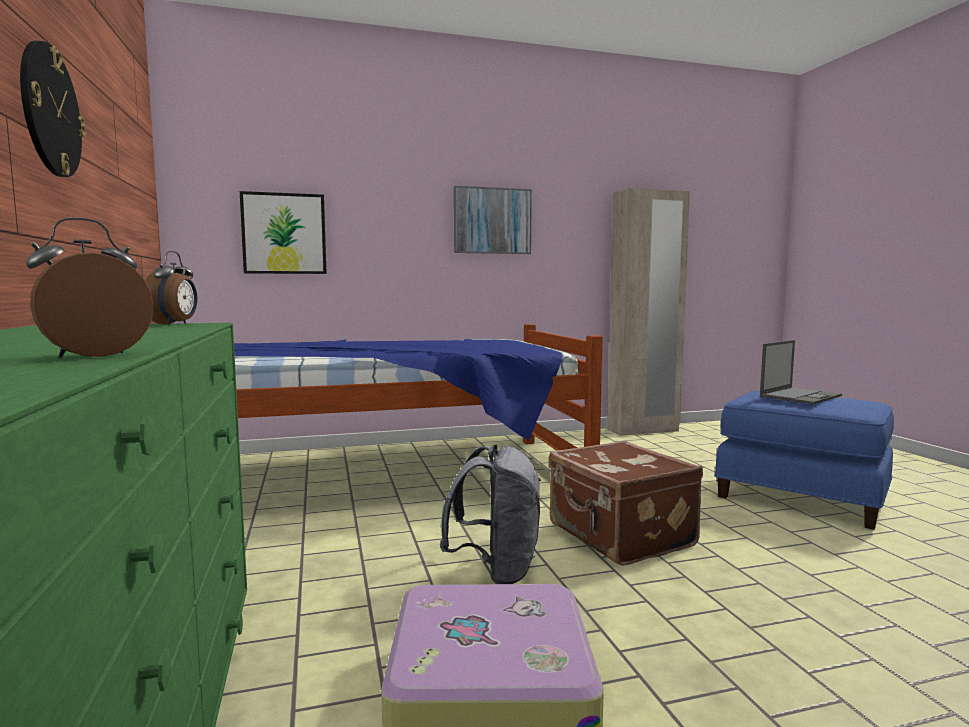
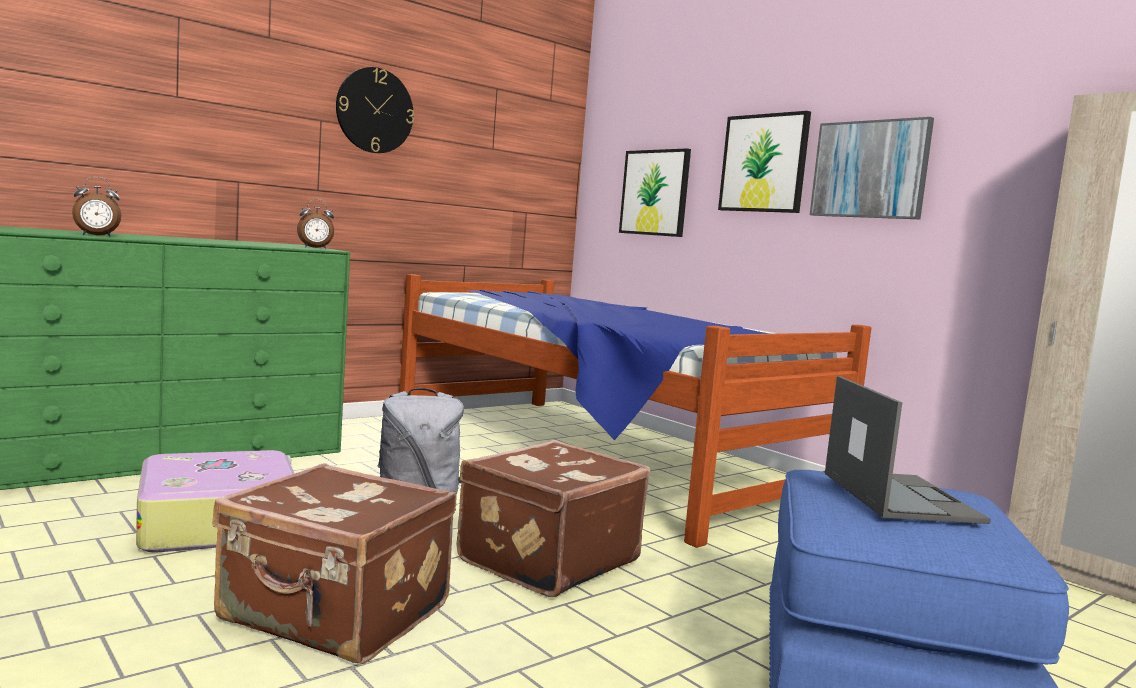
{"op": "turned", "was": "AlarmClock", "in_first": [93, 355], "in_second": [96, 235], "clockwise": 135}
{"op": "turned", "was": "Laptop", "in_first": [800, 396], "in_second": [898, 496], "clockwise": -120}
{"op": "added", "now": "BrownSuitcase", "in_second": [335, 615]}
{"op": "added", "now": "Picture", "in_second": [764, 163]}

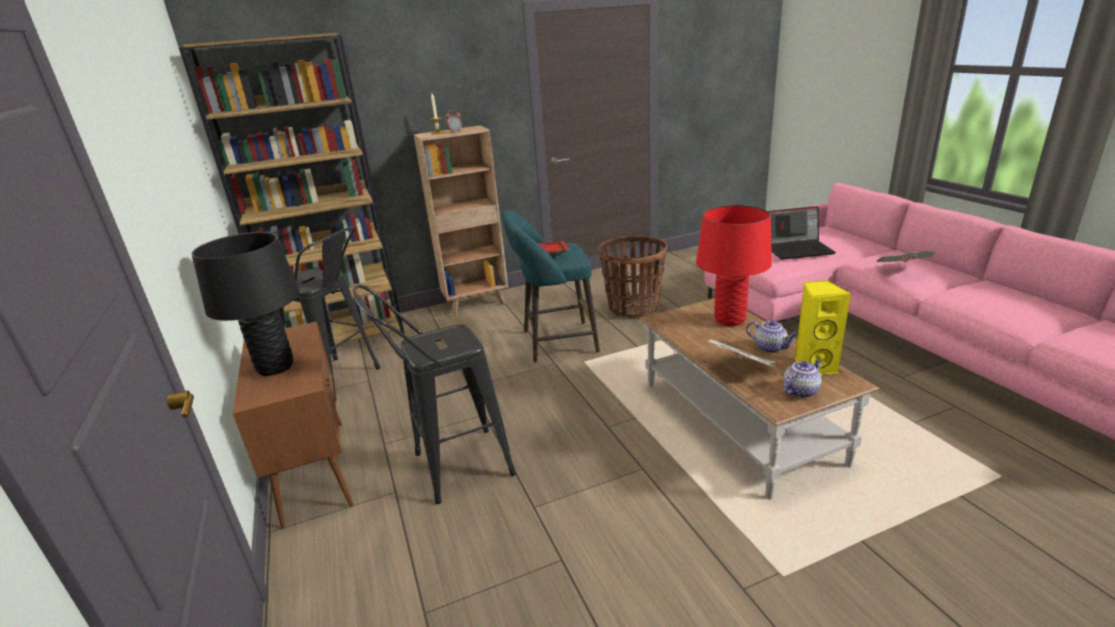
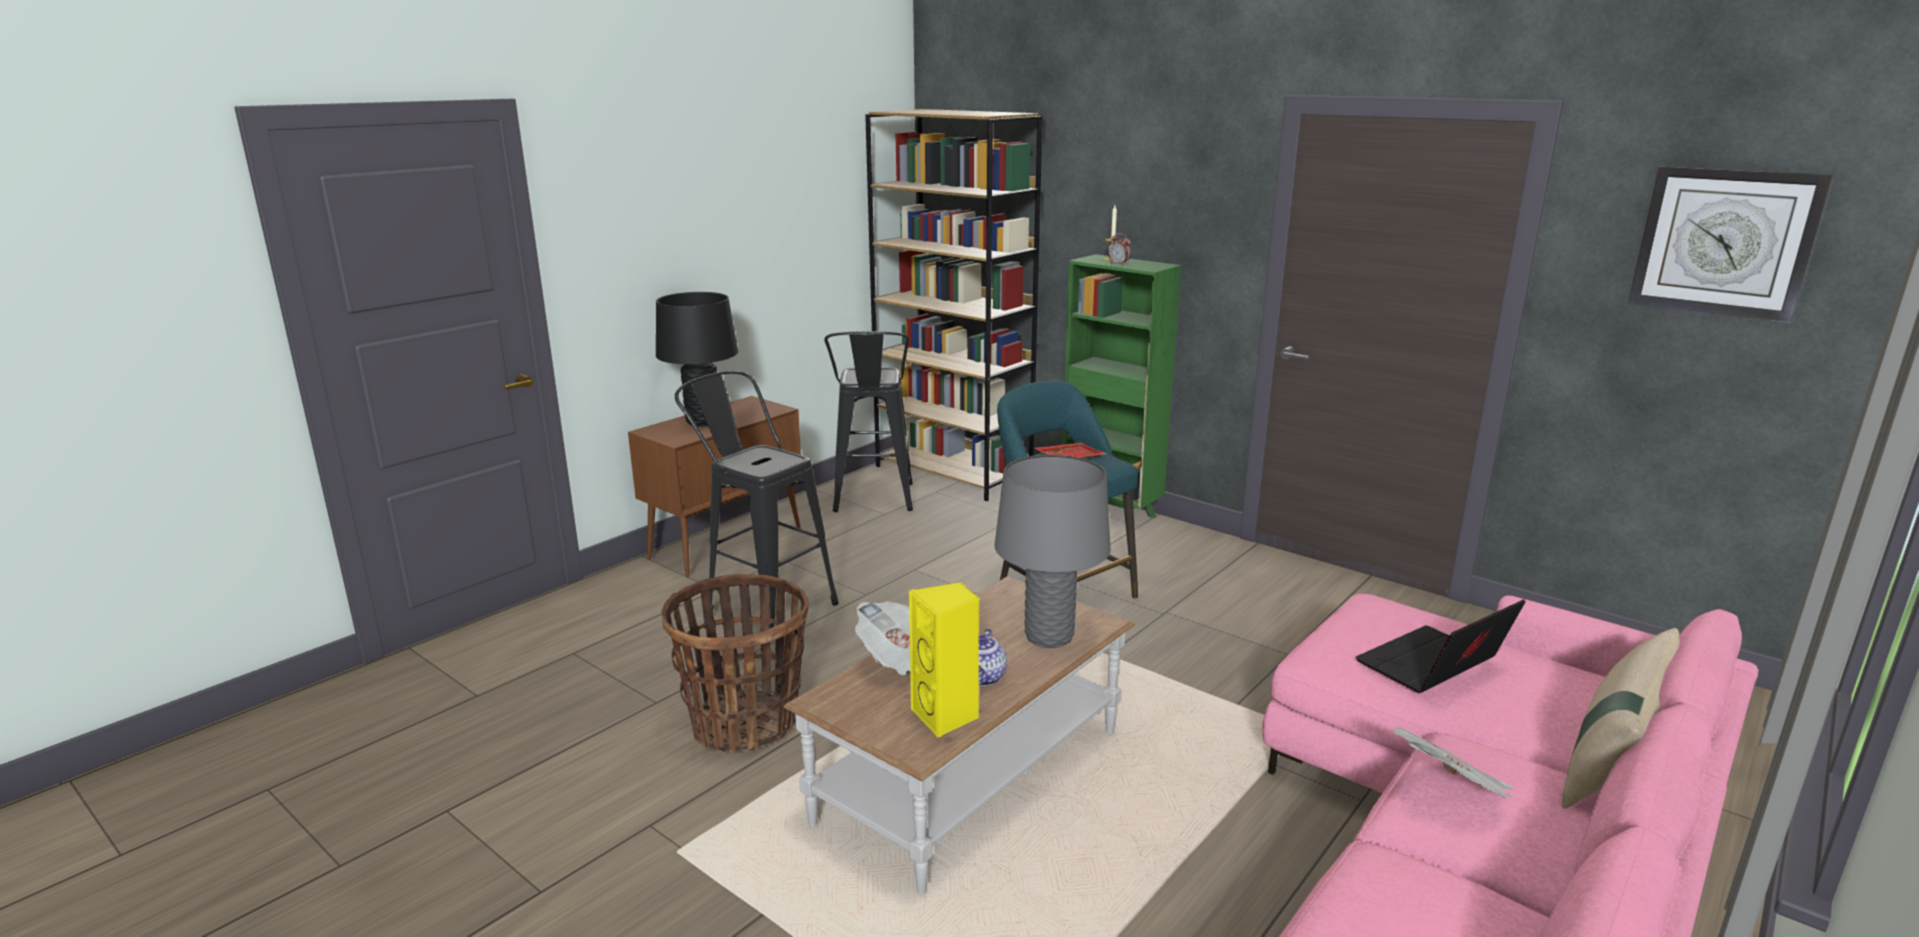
{"op": "recoloured", "was": "BrownBookcase", "now": "GreenBookcase", "in_first": [477, 304], "in_second": [1110, 514]}
{"op": "moved", "was": "Basket", "in_first": [633, 308], "in_second": [745, 724]}
{"op": "recoloured", "was": "RedTableLamp", "now": "GreyTableLamp", "in_first": [729, 320], "in_second": [1048, 637]}
{"op": "turned", "was": "Laptop", "in_first": [798, 249], "in_second": [1432, 666], "clockwise": 90}
{"op": "removed", "was": "Teapot", "in_first": [800, 390]}
{"op": "added", "now": "BeigePillow", "in_second": [1610, 761]}
{"op": "added", "now": "WallClock", "in_second": [1724, 242]}

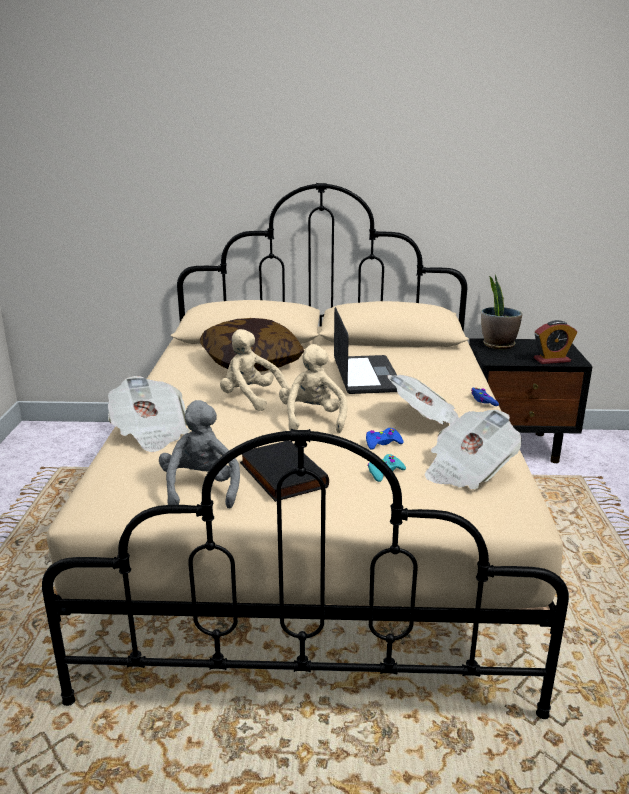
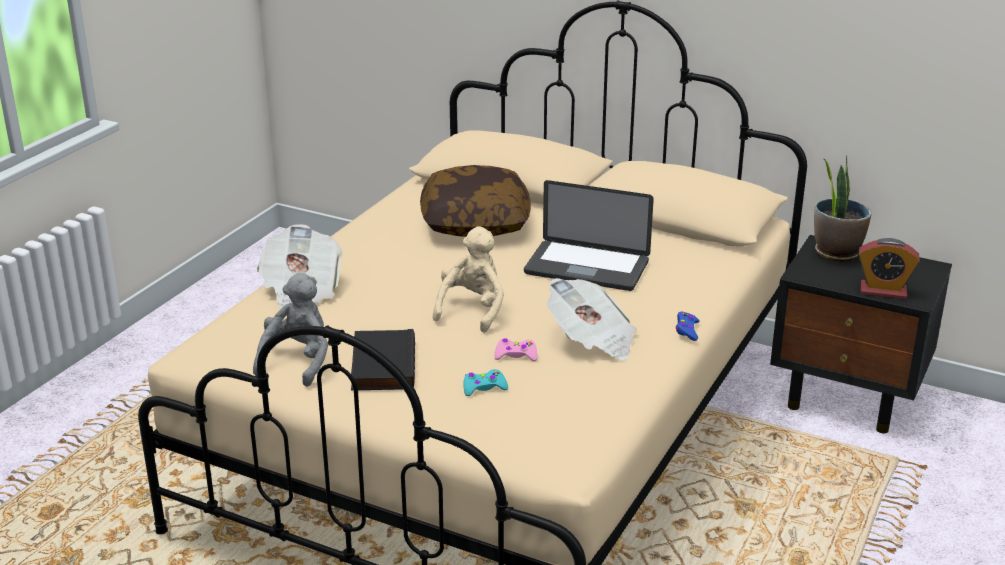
{"op": "removed", "was": "BeigePlushToy", "in_first": [251, 398]}
{"op": "turned", "was": "Laptop", "in_first": [366, 376], "in_second": [586, 268], "clockwise": 90}
{"op": "recoloured", "was": "BlueGameController", "now": "PinkGameController", "in_first": [382, 443], "in_second": [516, 355]}
{"op": "removed", "was": "Newspaper", "in_first": [467, 471]}

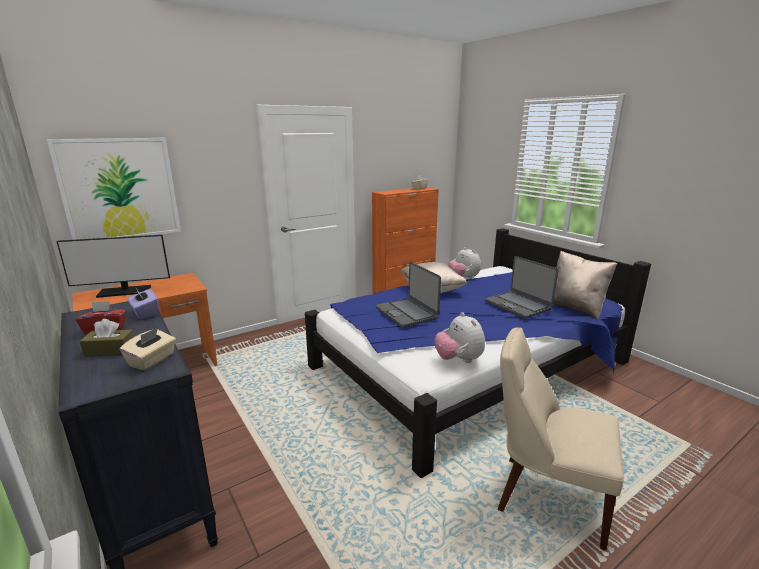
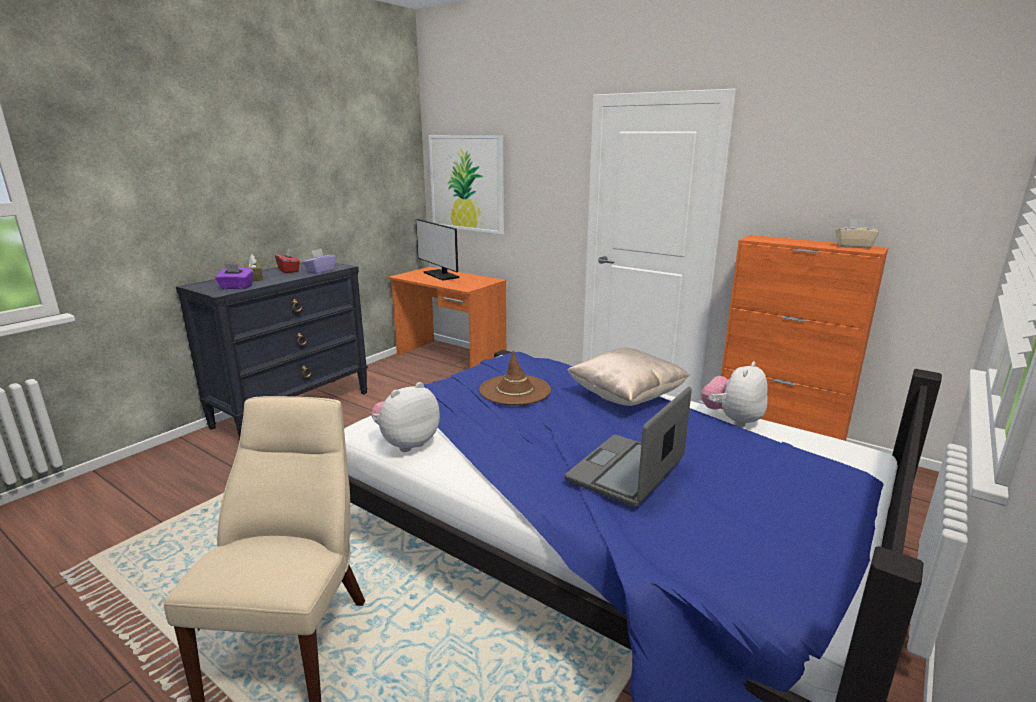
{"op": "recoloured", "was": "BeigeTissueBox", "now": "PurpleTissueBox", "in_first": [152, 360], "in_second": [236, 287]}
{"op": "replaced", "was": "Laptop", "now": "BrownHat", "in_first": [407, 313], "in_second": [515, 390]}
{"op": "removed", "was": "BeigePillow", "in_first": [574, 308]}

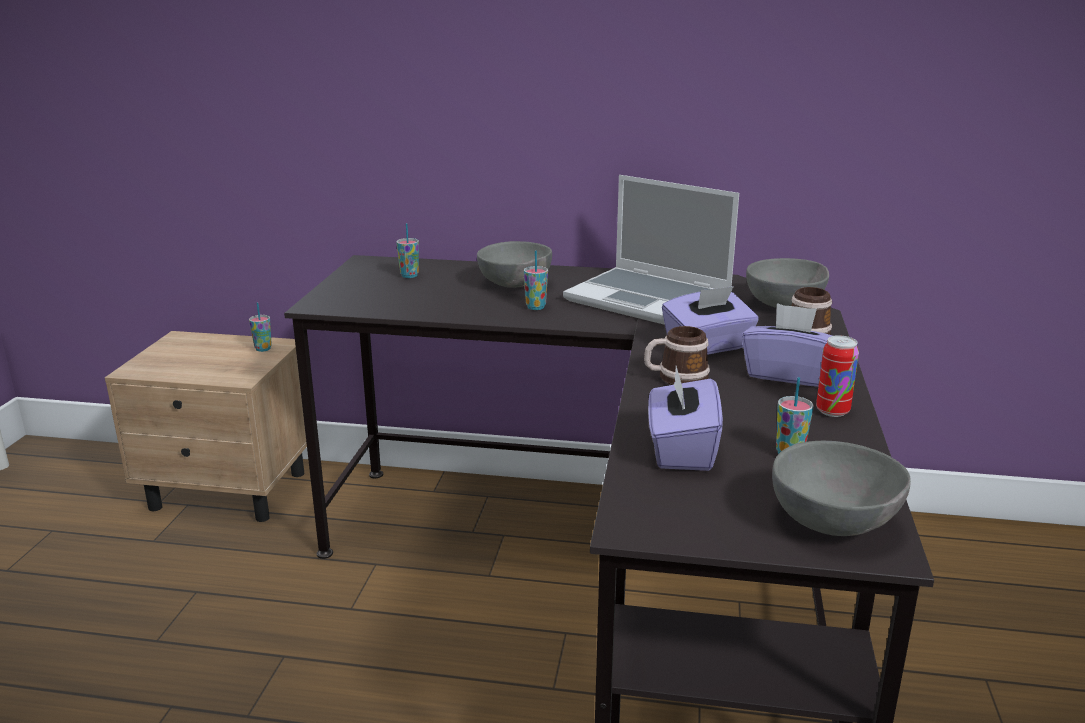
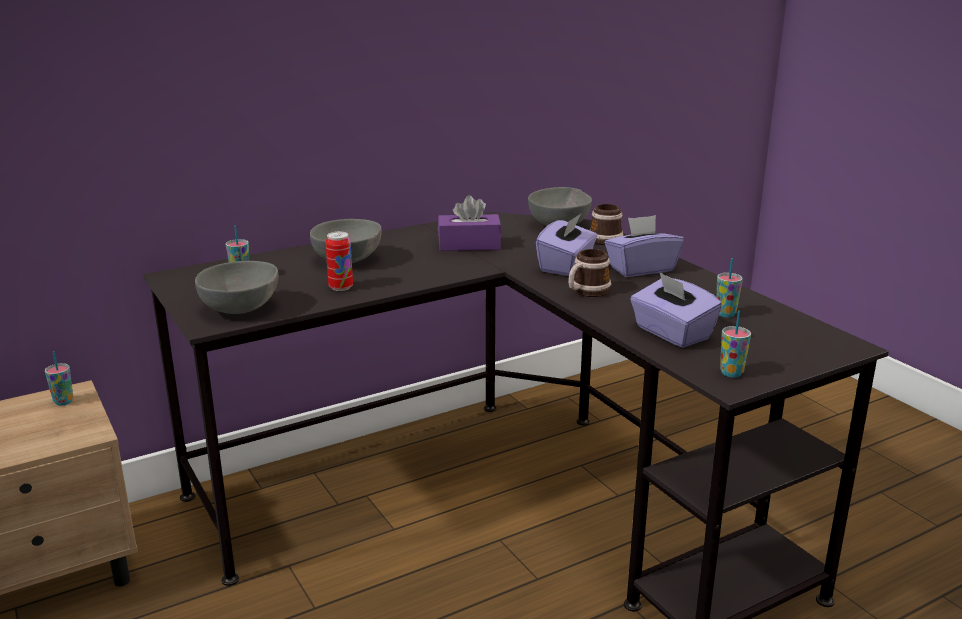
{"op": "moved", "was": "Cup", "in_first": [536, 307], "in_second": [731, 373]}
{"op": "replaced", "was": "Laptop", "now": "PurpleTissueBox", "in_first": [650, 300], "in_second": [469, 245]}
{"op": "moved", "was": "GreyBowl", "in_first": [835, 524], "in_second": [242, 309]}
{"op": "moved", "was": "Can", "in_first": [832, 411], "in_second": [341, 287]}

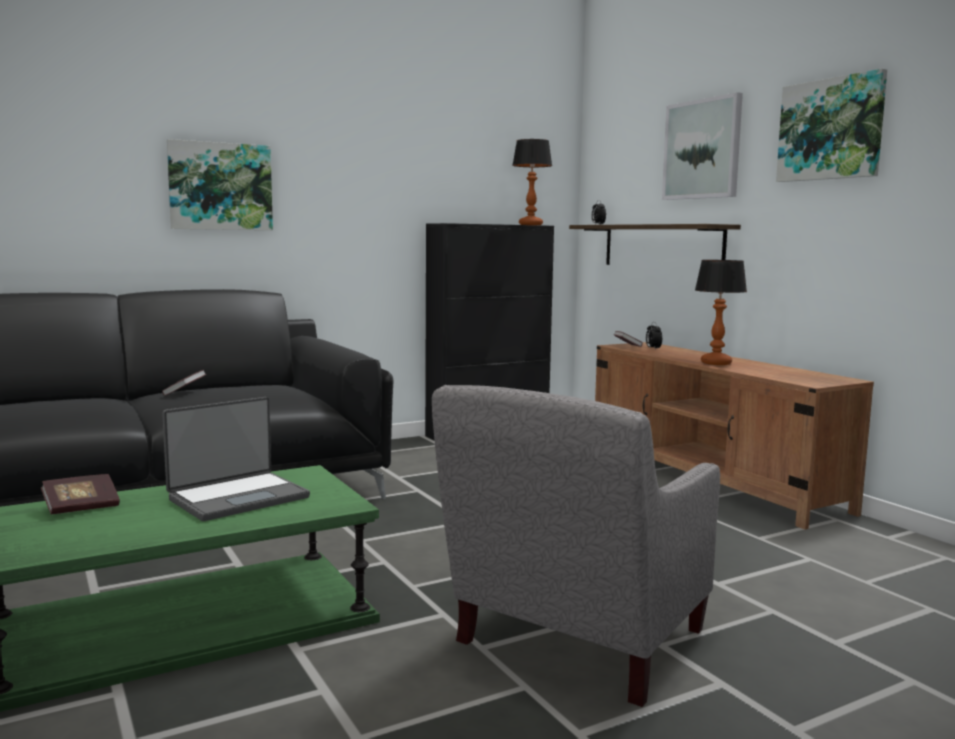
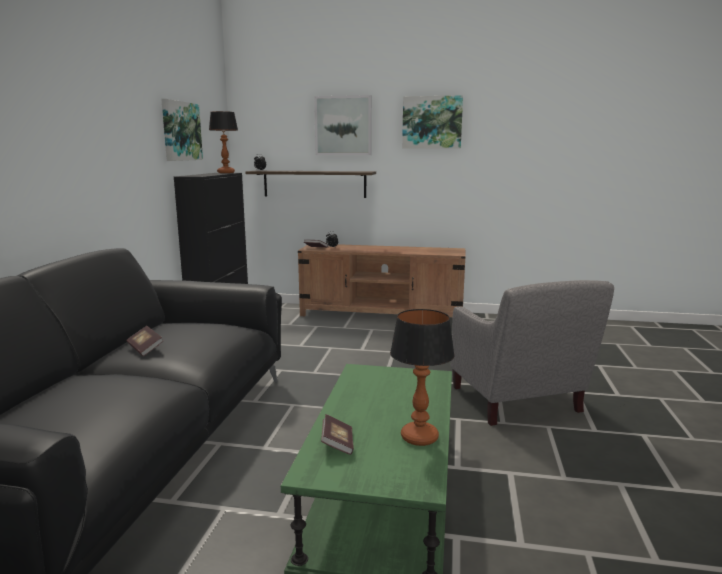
{"op": "removed", "was": "Laptop", "in_first": [238, 498]}
{"op": "moved", "was": "Picture", "in_first": [220, 186], "in_second": [180, 131]}
{"op": "moved", "was": "TableLamp", "in_first": [716, 363], "in_second": [420, 437]}

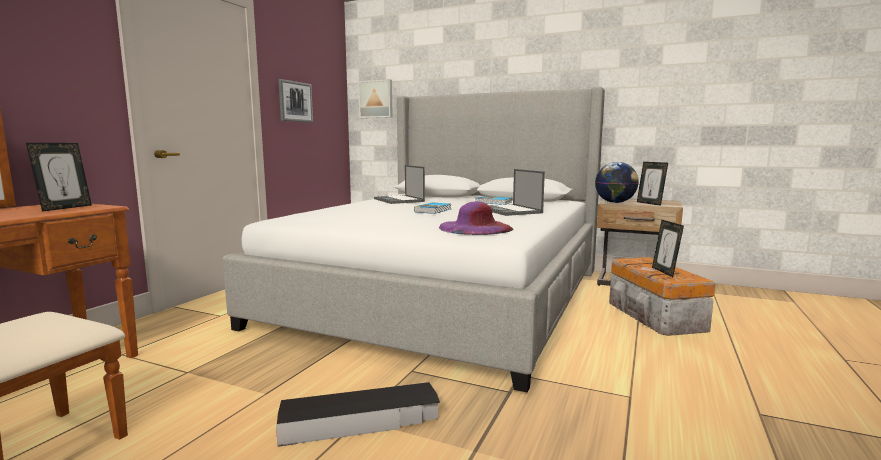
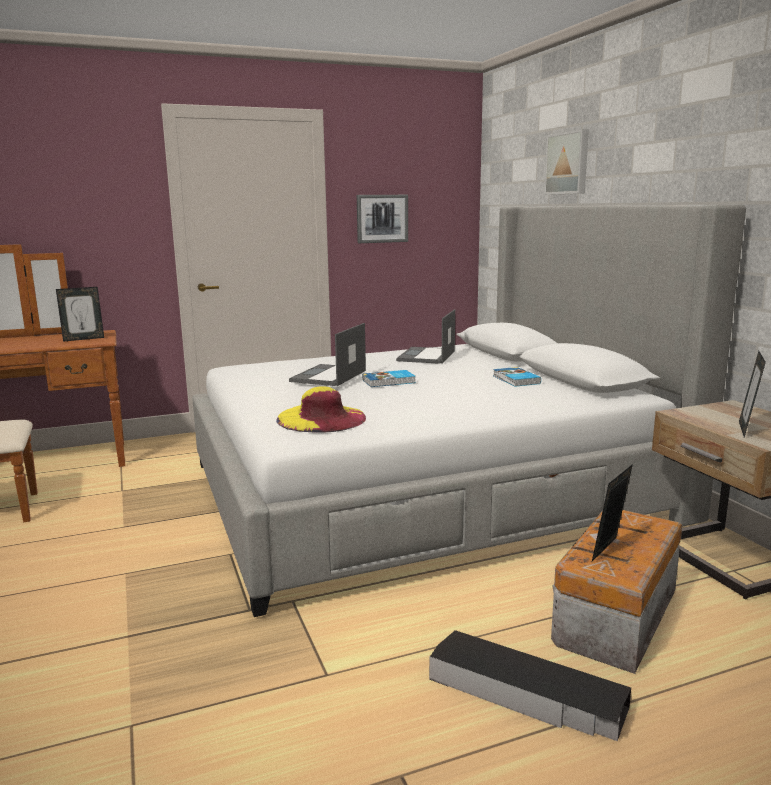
{"op": "moved", "was": "BlackStorageBox", "in_first": [360, 421], "in_second": [526, 694]}
{"op": "moved", "was": "Picture", "in_first": [376, 99], "in_second": [568, 163]}
{"op": "recoloured", "was": "PurpleHat", "now": "YellowHat", "in_first": [475, 228], "in_second": [321, 418]}
{"op": "moved", "was": "Laptop", "in_first": [510, 211], "in_second": [328, 376]}
{"op": "removed", "was": "Globe", "in_first": [615, 202]}

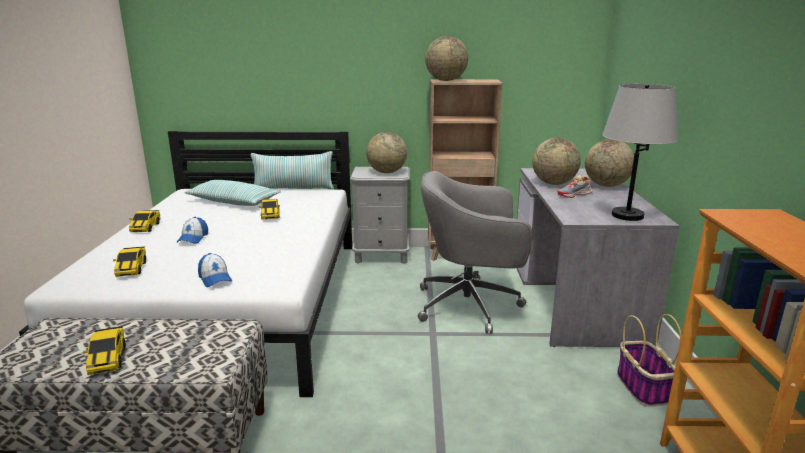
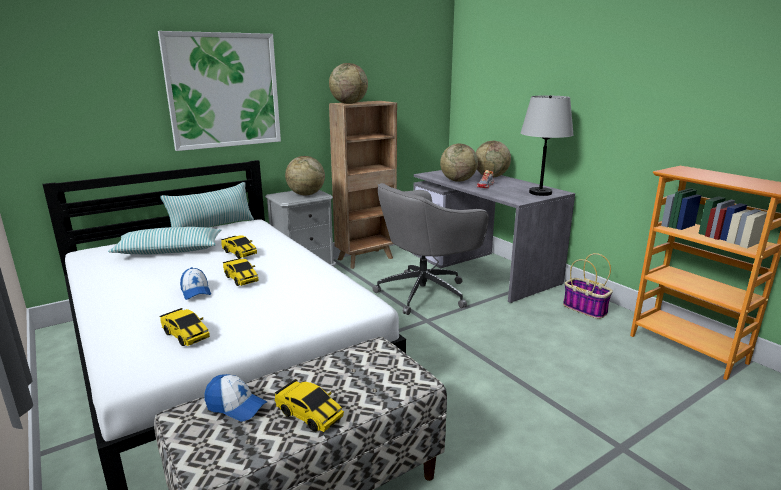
{"op": "moved", "was": "ToyCar", "in_first": [146, 227], "in_second": [241, 279]}
{"op": "moved", "was": "Cap", "in_first": [215, 278], "in_second": [236, 406]}
{"op": "added", "now": "Picture", "in_second": [223, 91]}

